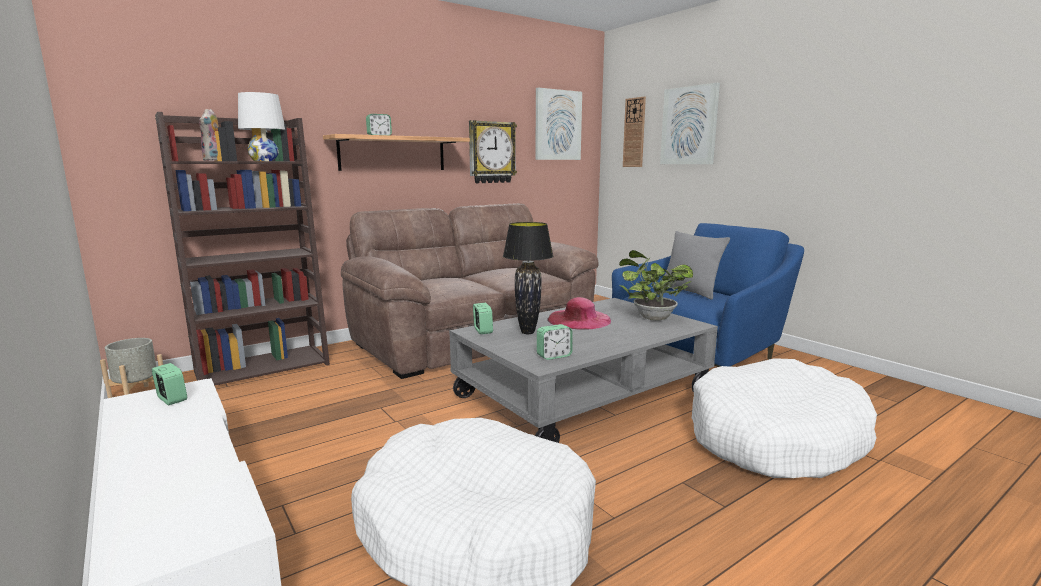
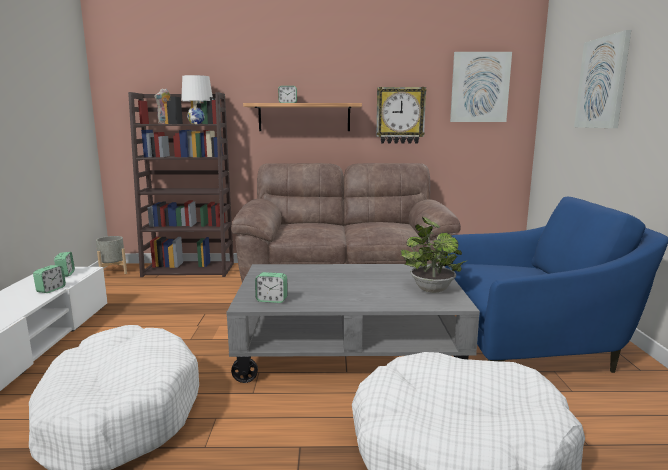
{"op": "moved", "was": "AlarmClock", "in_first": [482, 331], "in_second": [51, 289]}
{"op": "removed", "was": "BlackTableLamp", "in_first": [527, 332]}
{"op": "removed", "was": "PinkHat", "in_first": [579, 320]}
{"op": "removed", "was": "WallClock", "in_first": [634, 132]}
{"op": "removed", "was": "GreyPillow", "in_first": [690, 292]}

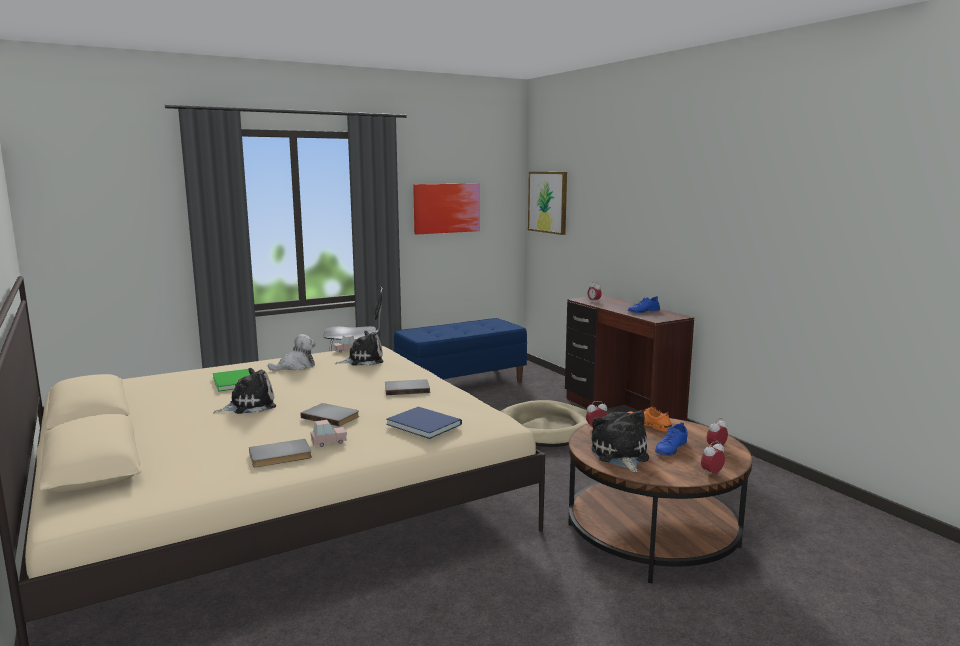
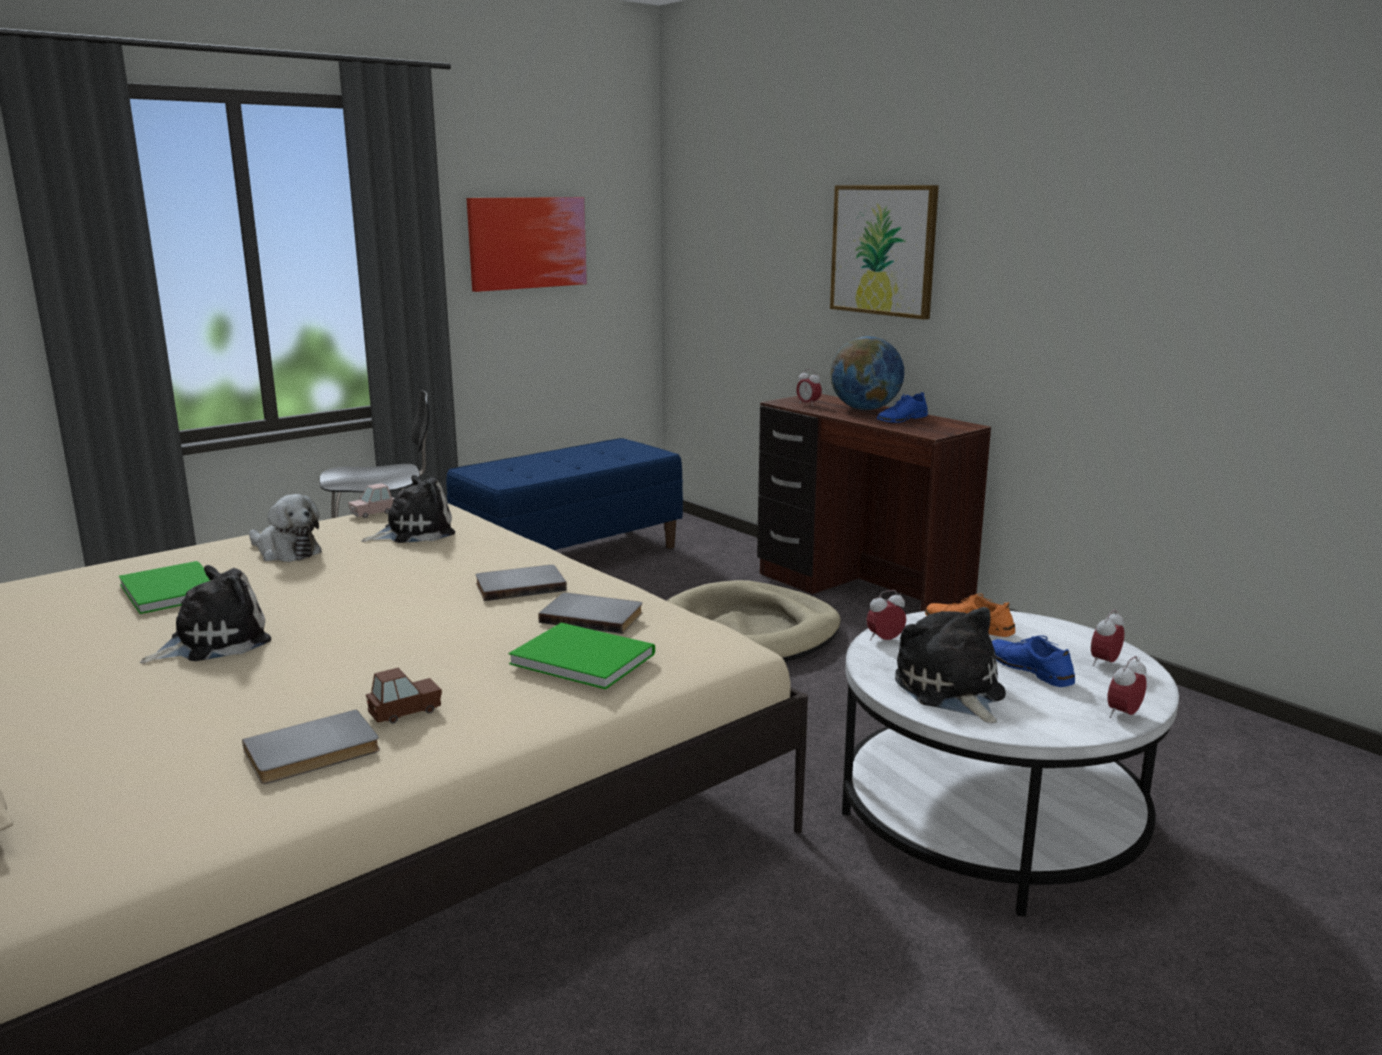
{"op": "turned", "was": "PlushToy", "in_first": [295, 367], "in_second": [286, 552], "clockwise": 75}
{"op": "moved", "was": "GreyBook", "in_first": [331, 416], "in_second": [593, 616]}
{"op": "recoloured", "was": "PinkToyCar", "now": "BrownToyCar", "in_first": [329, 442], "in_second": [405, 712]}
{"op": "recoloured", "was": "BlueBook", "now": "GreenBook", "in_first": [423, 423], "in_second": [581, 657]}
{"op": "moved", "was": "Picture", "in_first": [548, 202], "in_second": [883, 250]}
{"op": "recoloured", "was": "BrownCoffeeTable", "now": "WhiteCoffeeTable", "in_first": [652, 535], "in_second": [991, 820]}
{"op": "turned", "was": "BlueShoe", "in_first": [670, 448], "in_second": [1030, 669], "clockwise": 120}
{"op": "added", "now": "Globe", "in_second": [865, 409]}

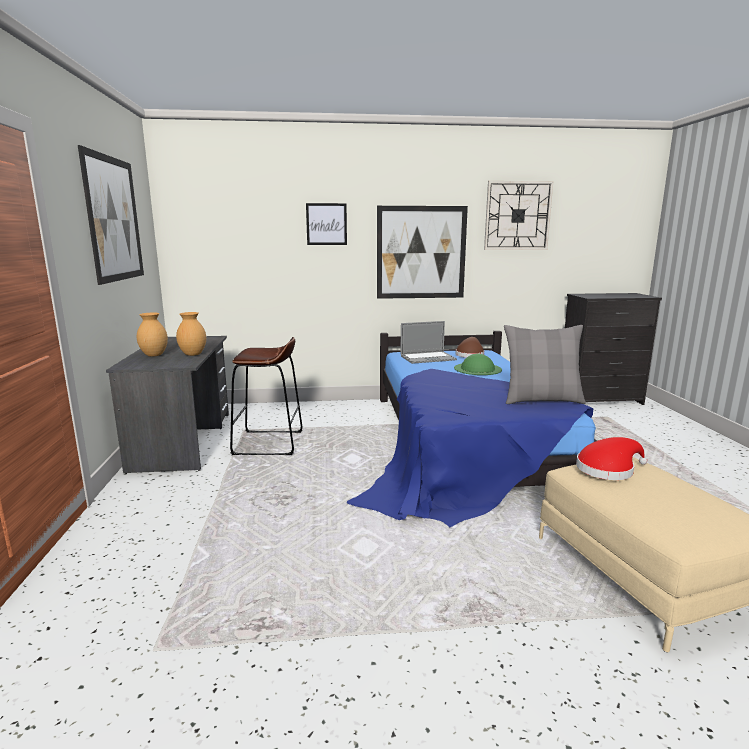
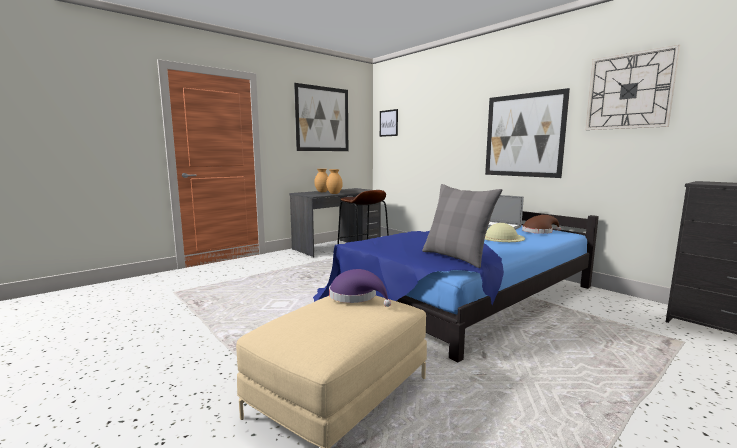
{"op": "moved", "was": "Picture", "in_first": [326, 224], "in_second": [388, 123]}
{"op": "recoloured", "was": "GreenHat", "now": "BeigeHat", "in_first": [477, 369], "in_second": [501, 237]}
{"op": "recoloured", "was": "RedHat", "now": "PurpleHat", "in_first": [608, 469], "in_second": [356, 297]}

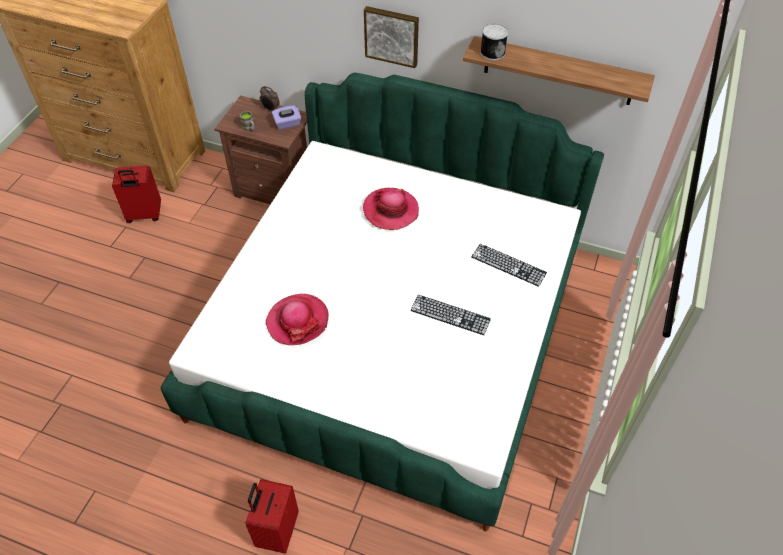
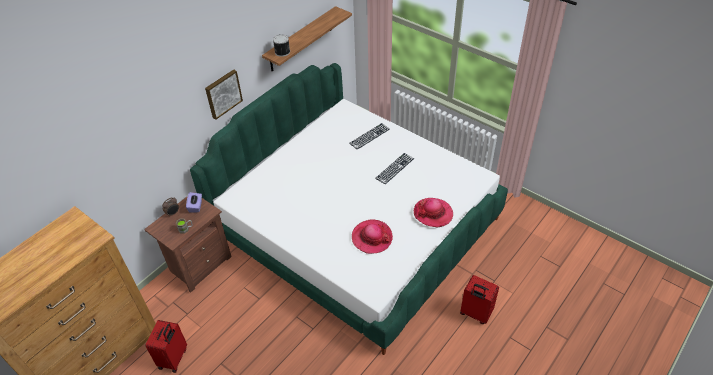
{"op": "moved", "was": "Hat", "in_first": [391, 210], "in_second": [433, 213]}

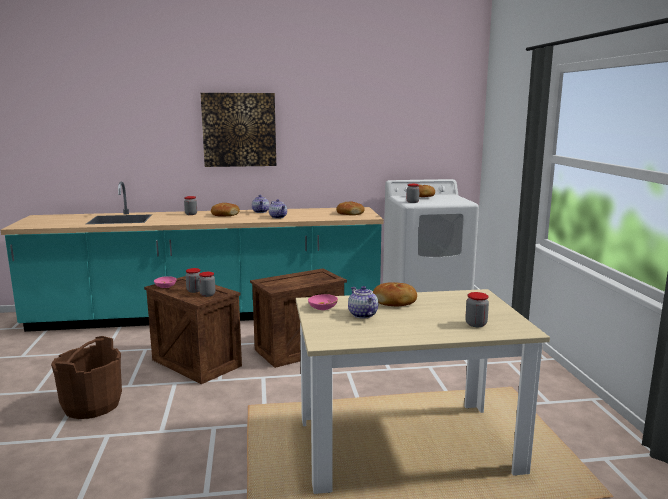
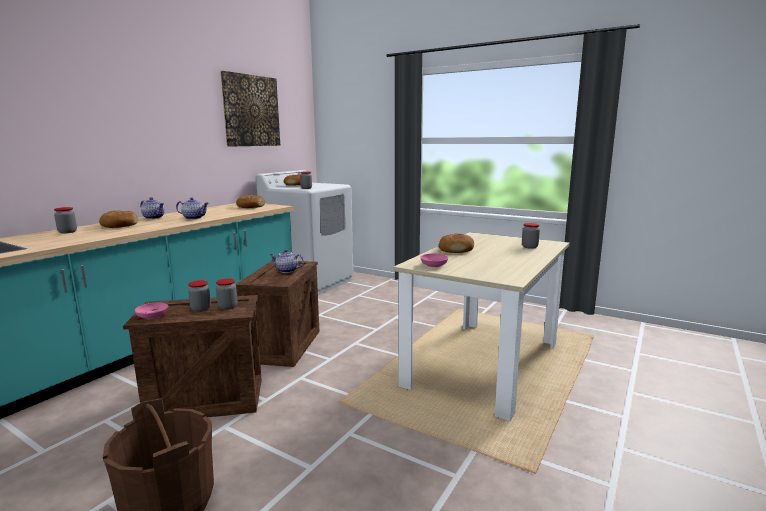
{"op": "moved", "was": "Picture", "in_first": [239, 130], "in_second": [251, 111]}
{"op": "moved", "was": "Teapot", "in_first": [362, 315], "in_second": [286, 271]}

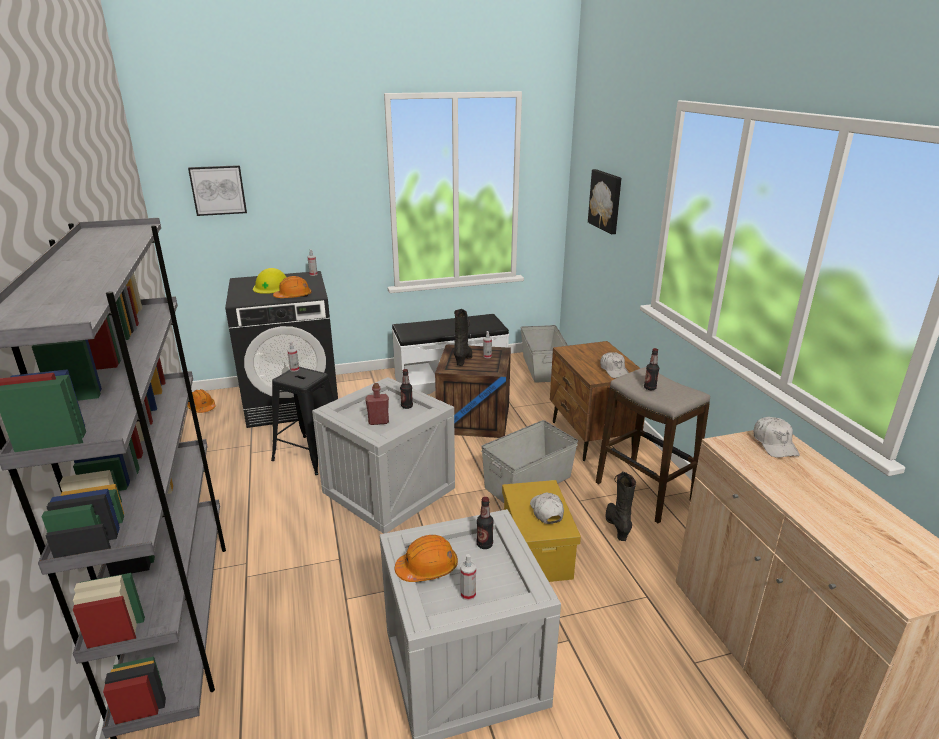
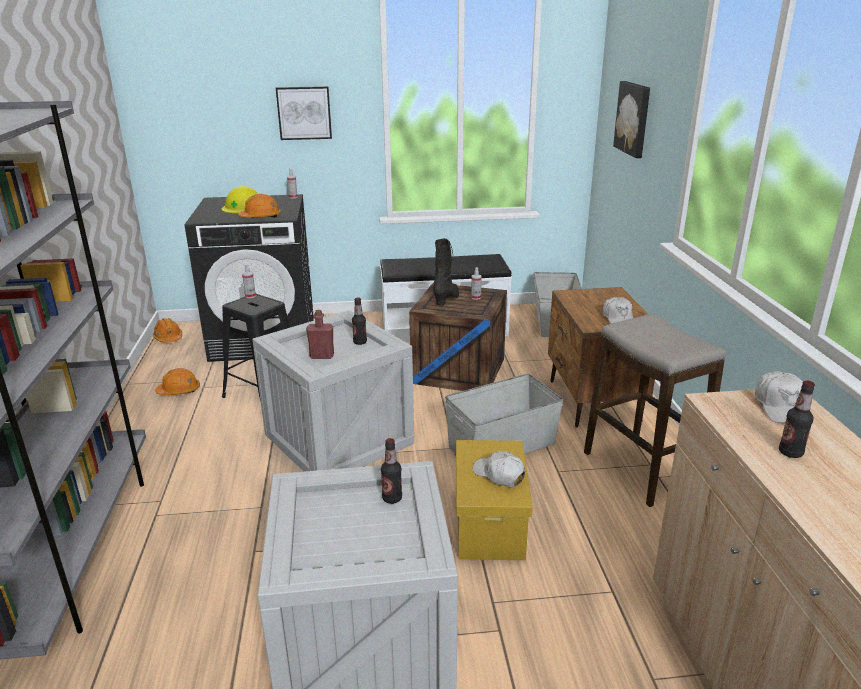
{"op": "moved", "was": "Picture", "in_first": [218, 190], "in_second": [304, 113]}
{"op": "moved", "was": "OrangeHardHat", "in_first": [427, 568], "in_second": [179, 391]}
{"op": "removed", "was": "SprayBottle", "in_first": [468, 594]}
{"op": "turned", "was": "WhiteCap", "in_first": [546, 511], "in_second": [499, 475], "clockwise": -45}
{"op": "removed", "was": "BlackBoot", "in_first": [617, 526]}
{"op": "moved", "was": "Bottle", "in_first": [650, 388], "in_second": [790, 452]}

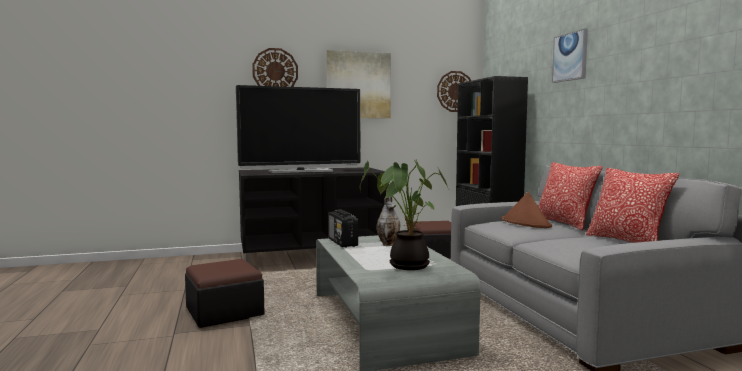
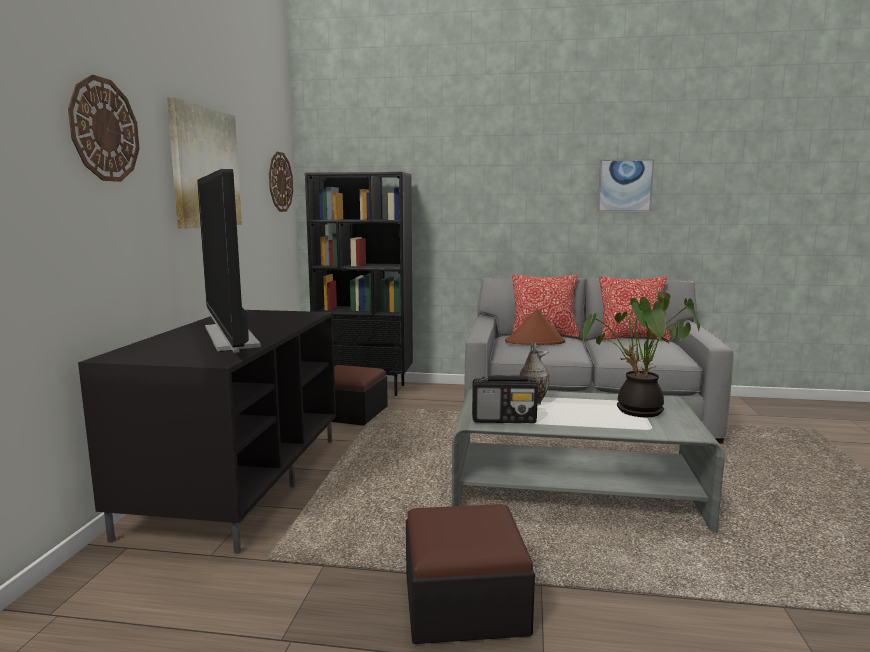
{"op": "turned", "was": "Television", "in_first": [300, 171], "in_second": [230, 337], "clockwise": 150}
{"op": "moved", "was": "Picture", "in_first": [570, 57], "in_second": [625, 186]}

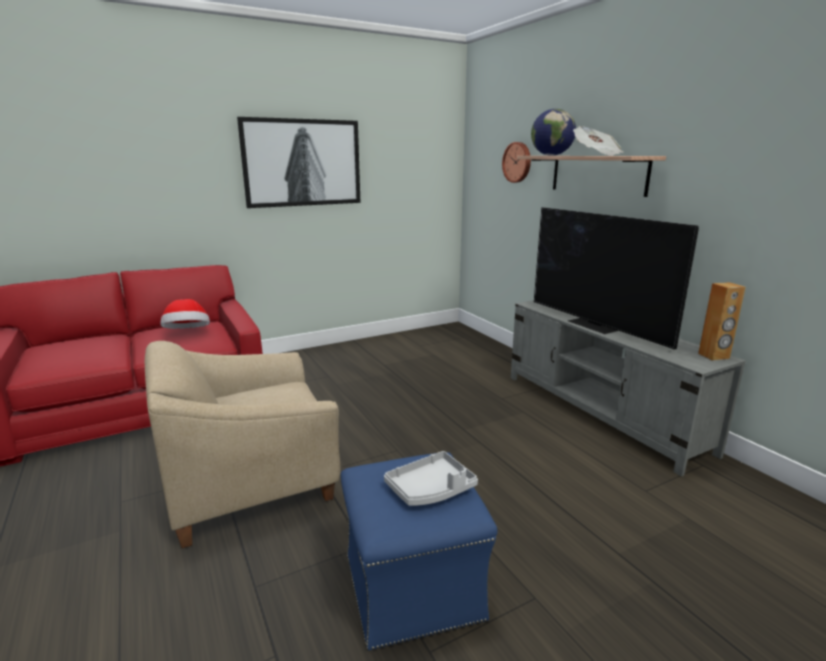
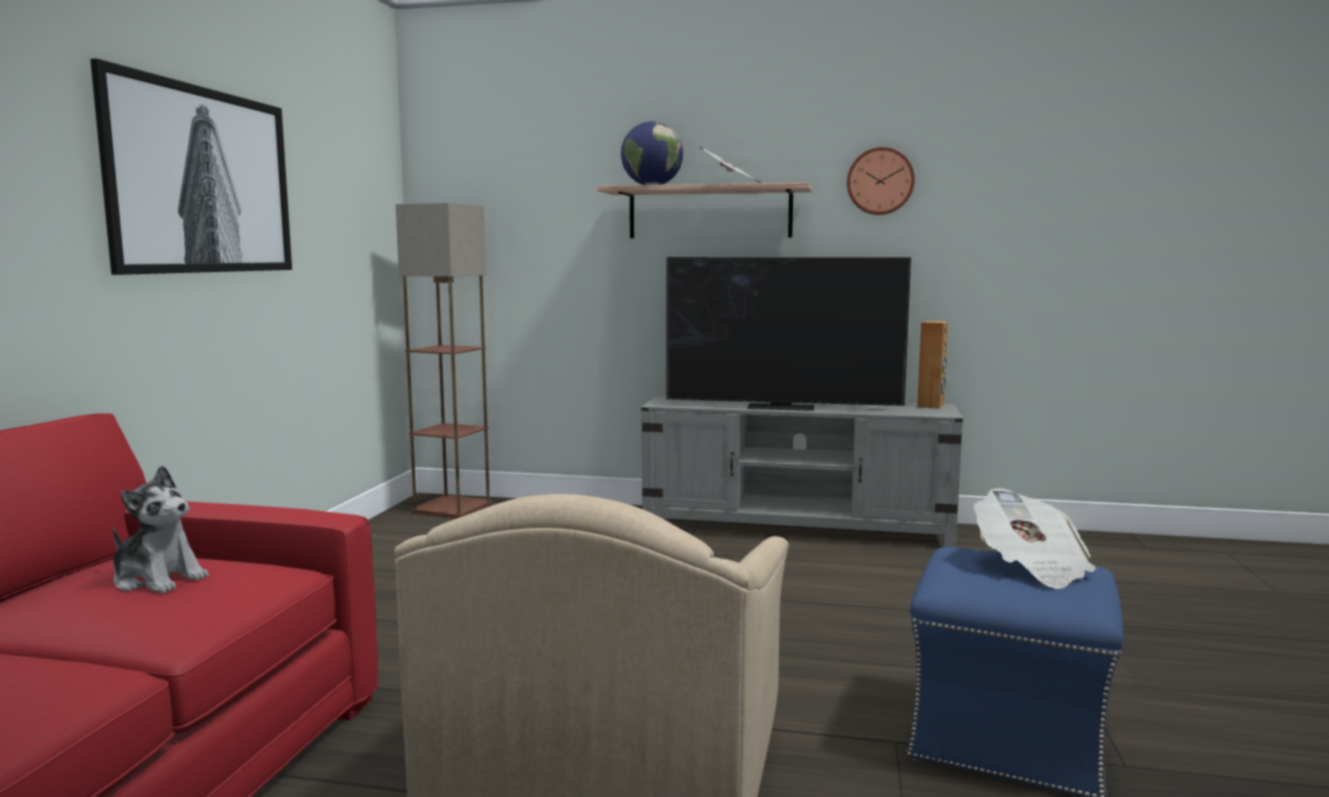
{"op": "replaced", "was": "Hat", "now": "PlushToy", "in_first": [188, 333], "in_second": [158, 579]}
{"op": "replaced", "was": "GreyTray", "now": "Newspaper", "in_first": [431, 489], "in_second": [1031, 567]}
{"op": "moved", "was": "WallClock", "in_first": [517, 162], "in_second": [880, 181]}
{"op": "added", "now": "FloorLamp", "in_second": [452, 508]}

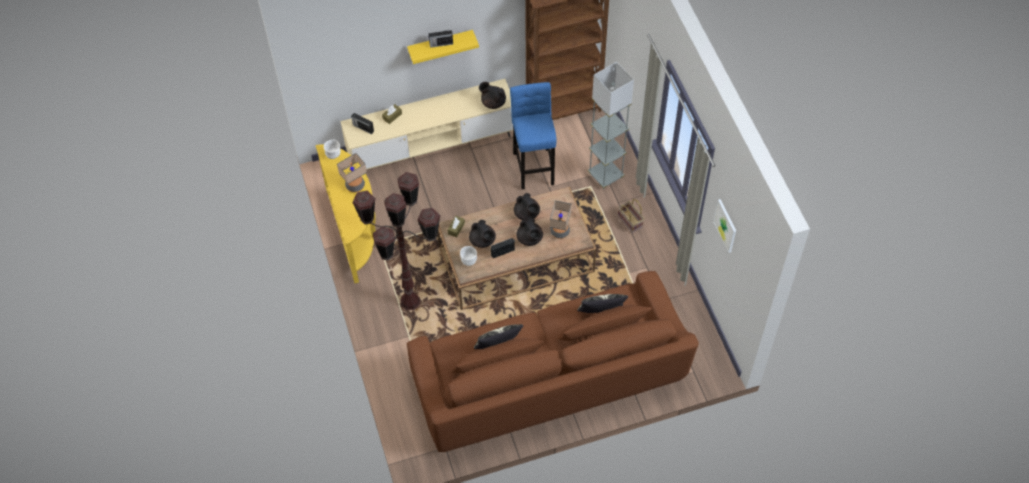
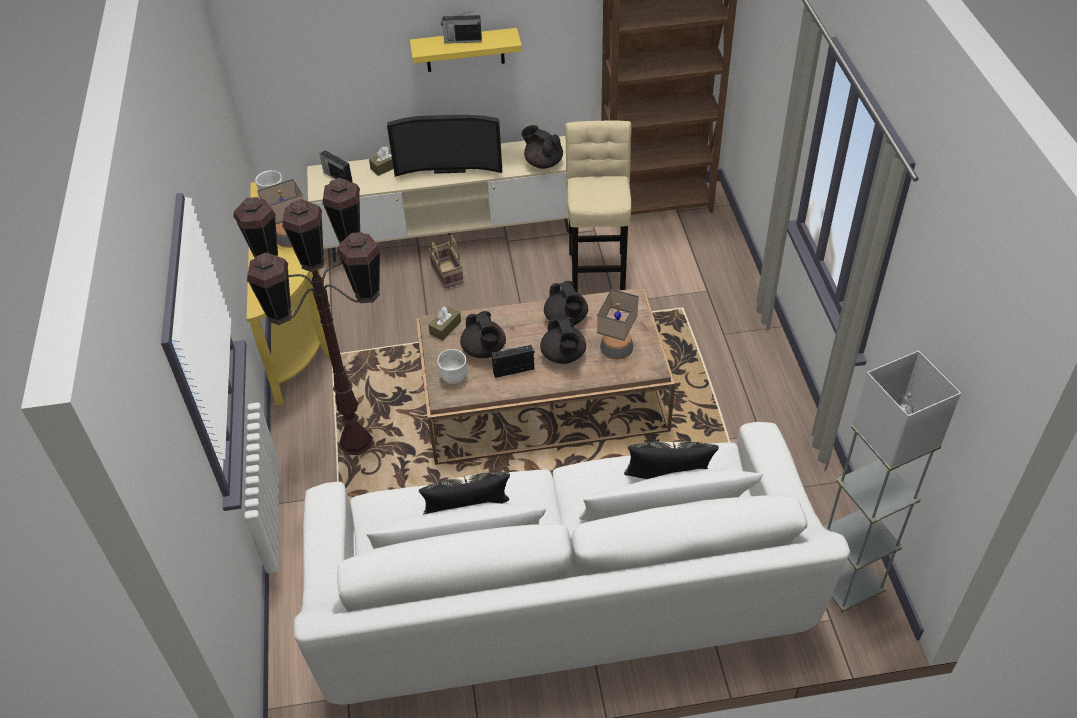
{"op": "recoloured", "was": "BrownSofa", "now": "WhiteSofa", "in_first": [548, 380], "in_second": [561, 599]}
{"op": "recoloured", "was": "BlueStool", "now": "BeigeStool", "in_first": [534, 165], "in_second": [598, 272]}
{"op": "moved", "was": "GreyFloorLamp", "in_first": [605, 175], "in_second": [846, 584]}
{"op": "moved", "was": "Basket", "in_first": [631, 221], "in_second": [448, 274]}
{"op": "removed", "was": "Picture", "in_first": [725, 225]}
{"op": "added", "now": "Television", "in_second": [449, 167]}

